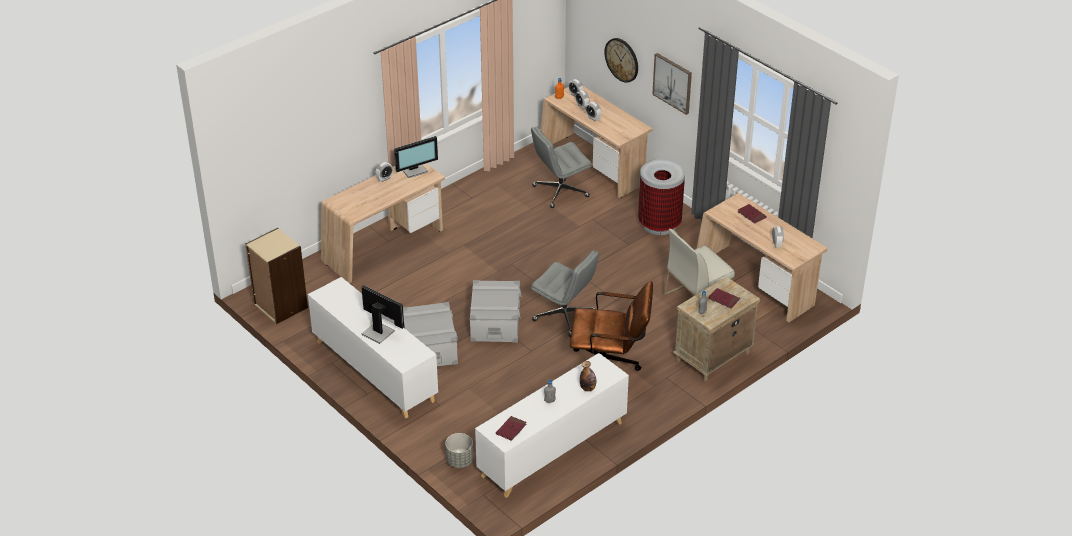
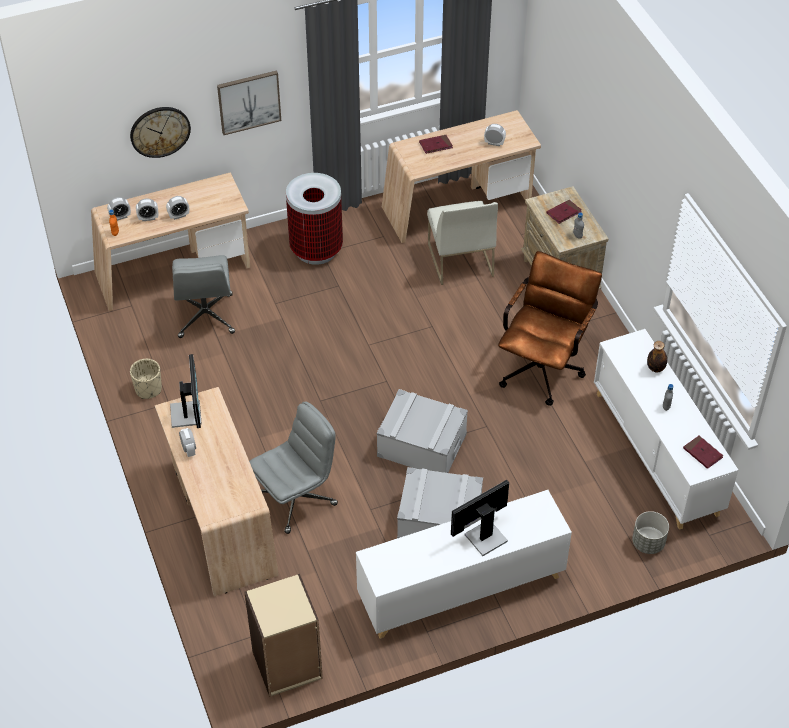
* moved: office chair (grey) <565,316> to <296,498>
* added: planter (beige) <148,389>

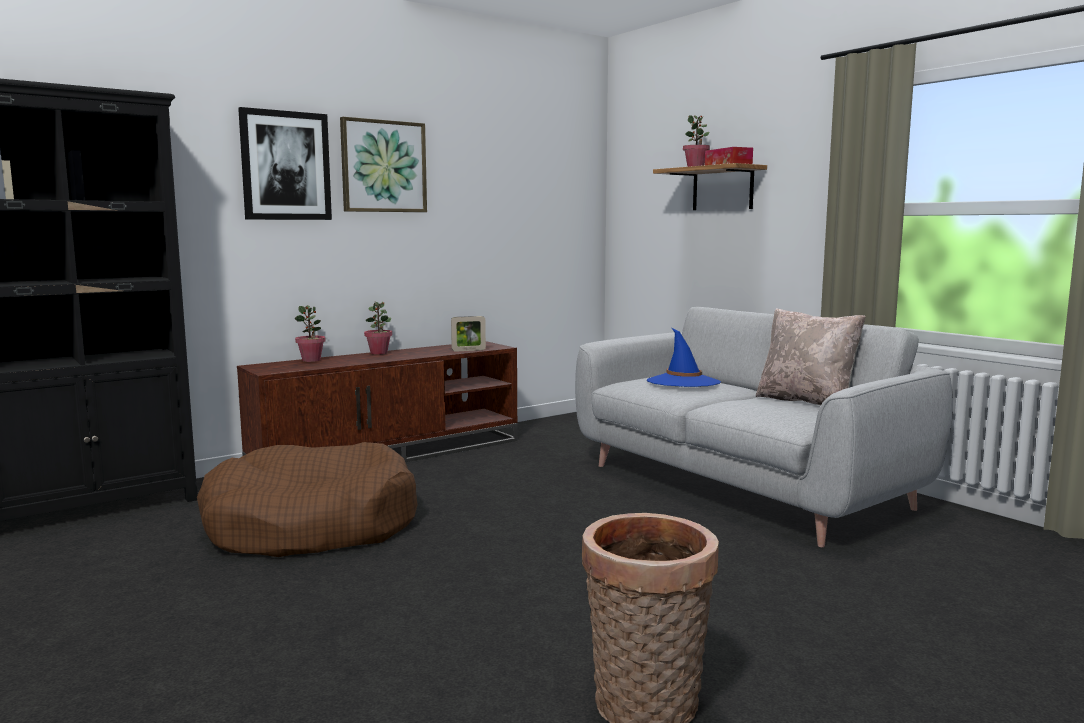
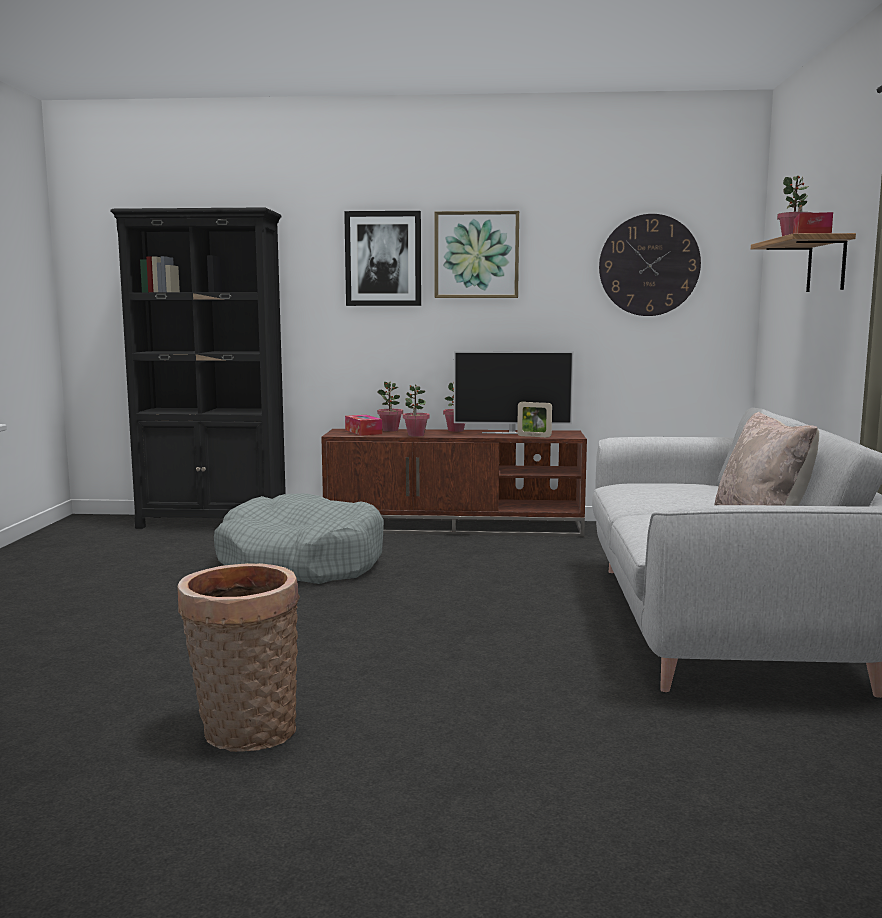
* removed: hat (blue) <683,382>
* recoloured: dog bed (brown) <311,526> to dog bed (grey) <301,562>
* added: wall clock <649,265>
* added: television <512,433>
* added: potted plant <416,435>
* added: tissue box <363,432>

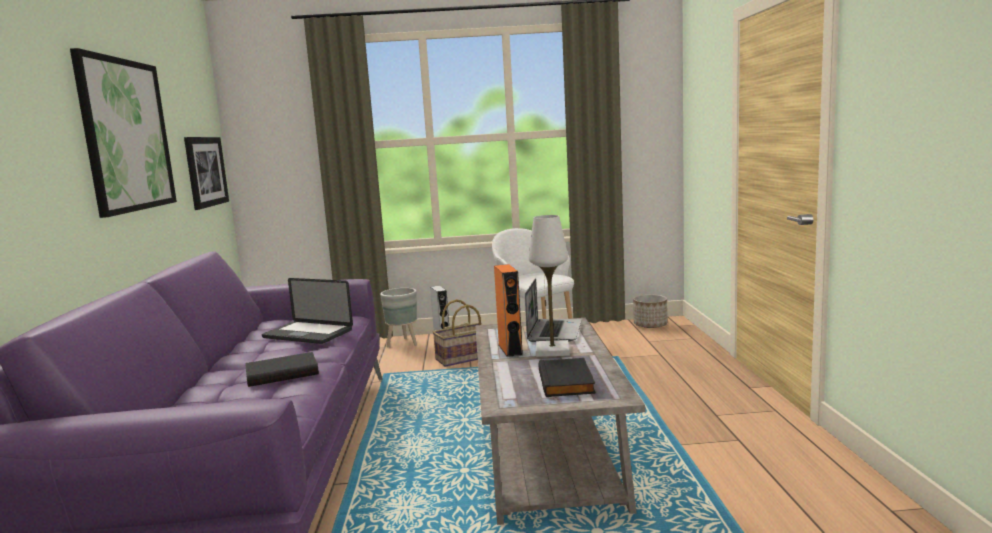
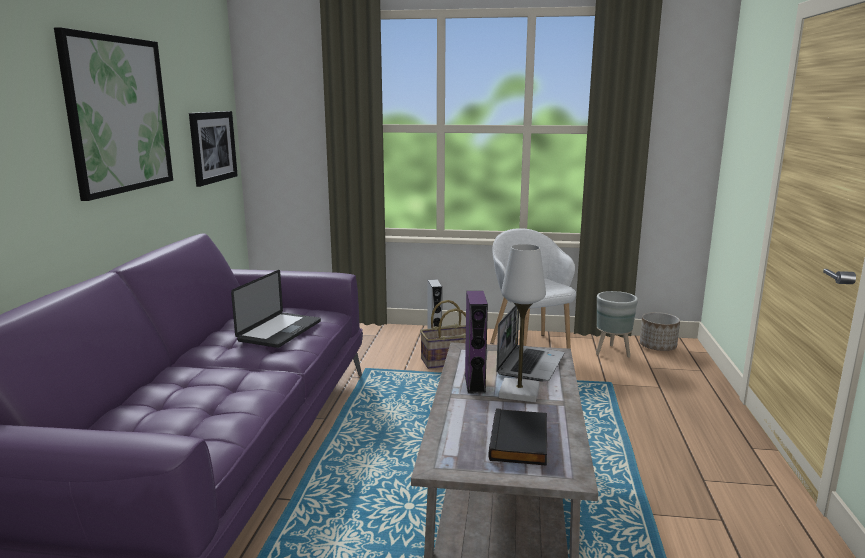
* recoloured: speaker (orange) <510,349> to speaker (purple) <474,383>
* turned: laptop <308,334> = <280,331> 105 degrees counterclockwise
* moved: planter (grey) <403,343> to <612,352>
* removed: book (black) <282,373>

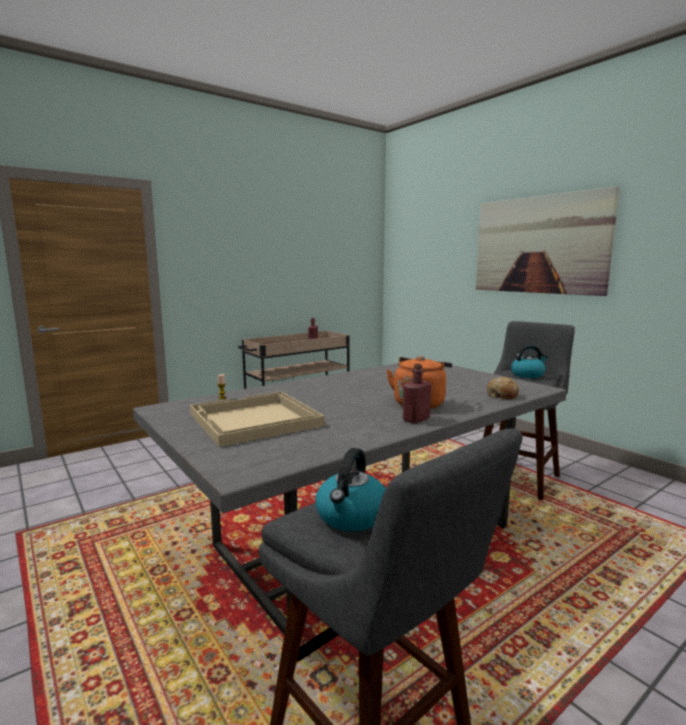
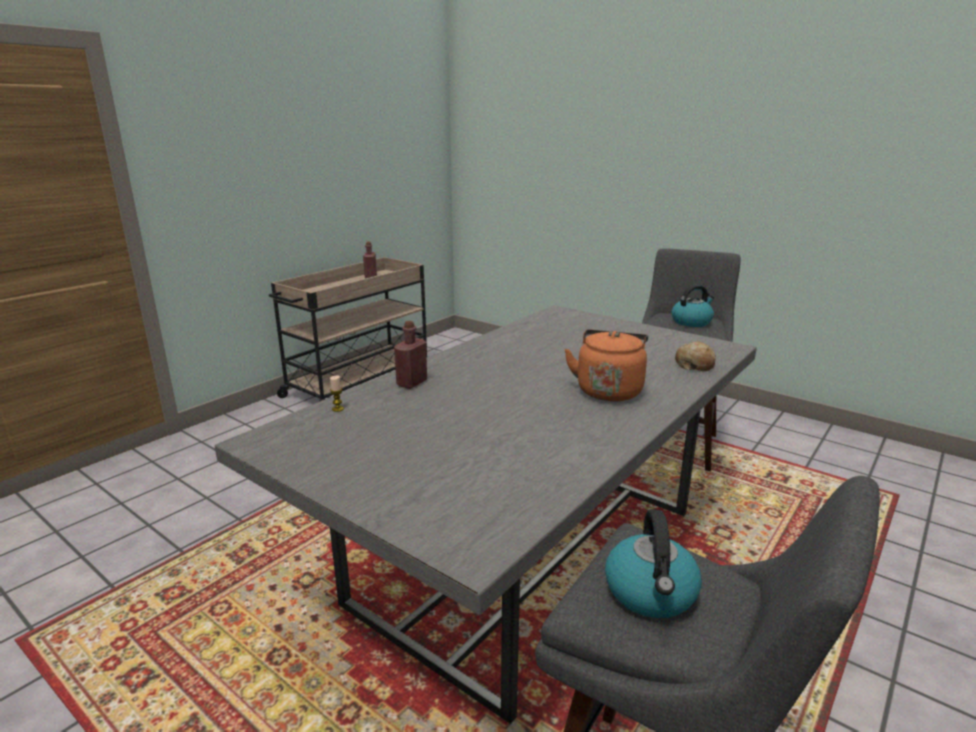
* removed: picture <539,245>
* moved: bottle (red) <416,419> to <412,383>
* removed: tray (beige) <254,420>

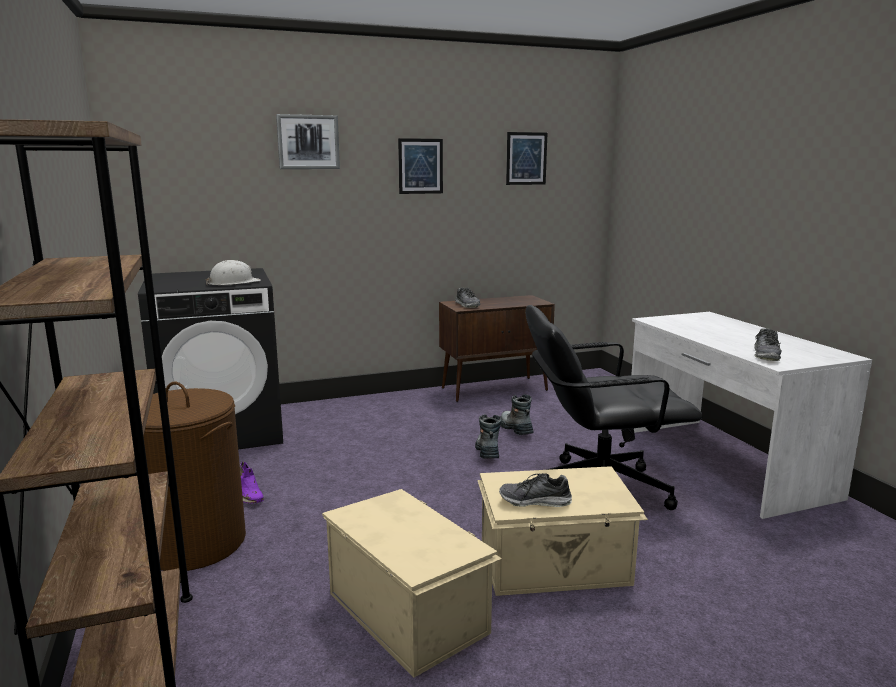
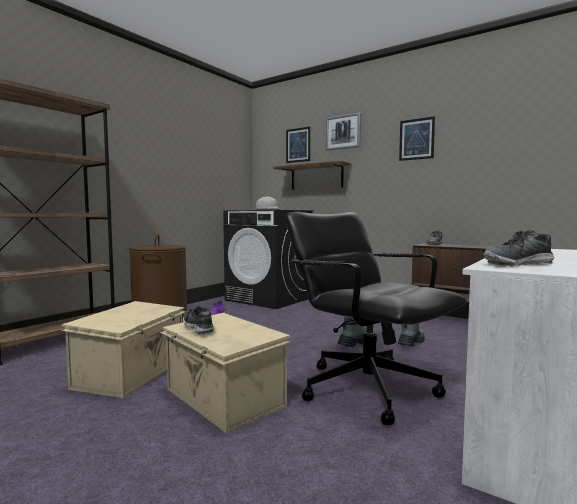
* moved: picture <526,158> to <298,145>
* added: shelf <316,177>

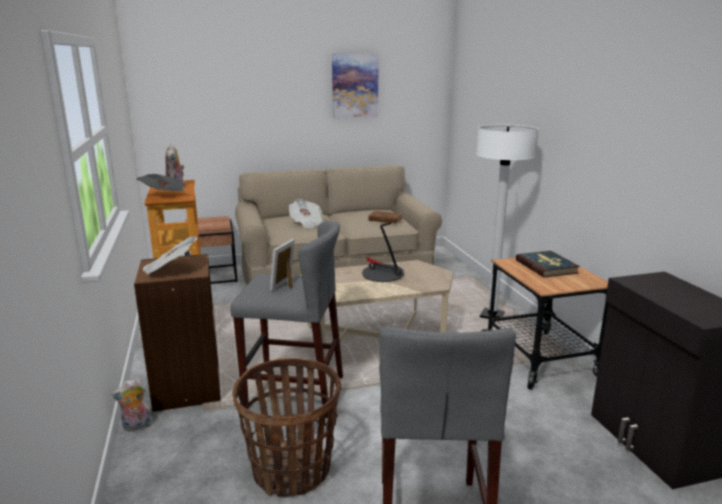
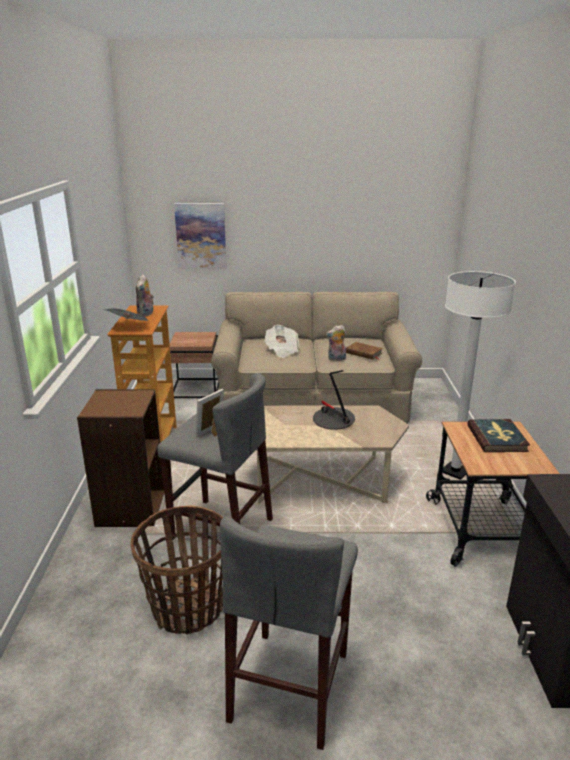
* moved: picture <355,86> to <201,236>
* removed: newspaper <170,269>
* moved: plush toy <136,427> to <336,359>

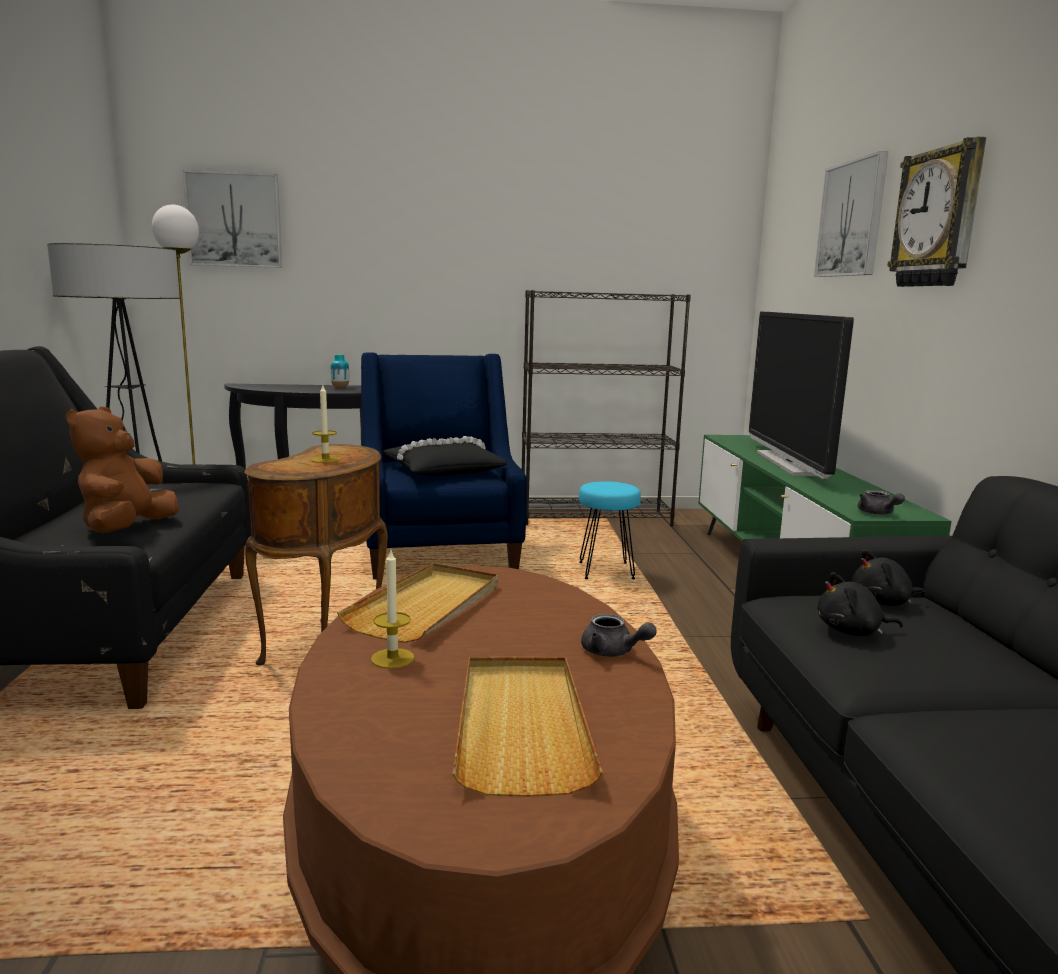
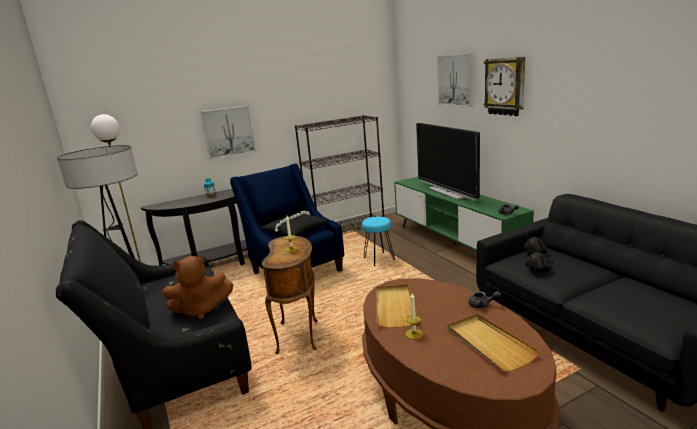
* moved: picture <234,220> to <228,132>
* turned: plush toy (brown) <127,530> = <201,310> 90 degrees counterclockwise

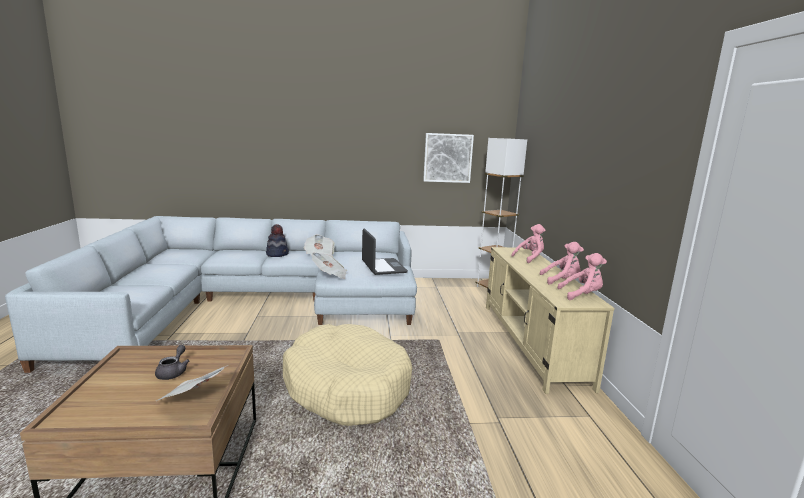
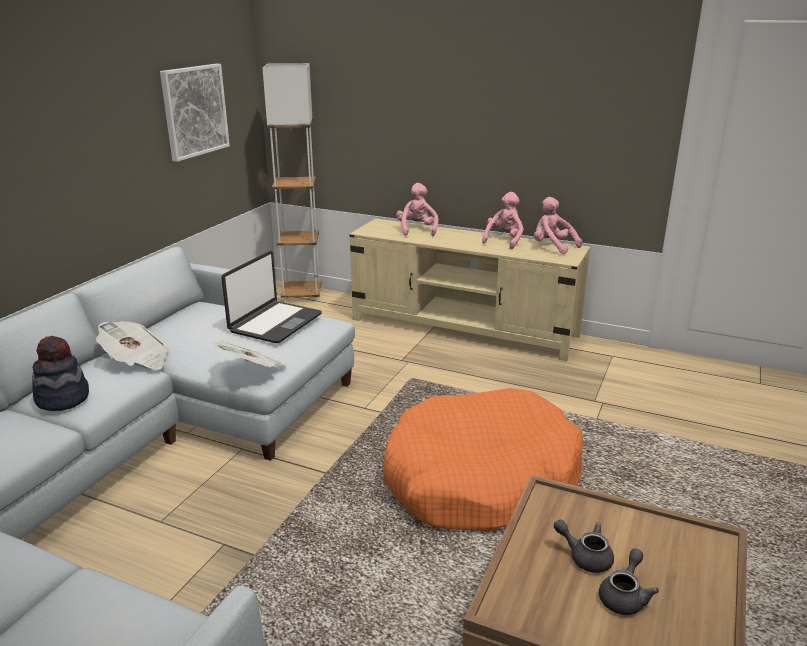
* turned: laptop <383,267> = <275,323> 105 degrees clockwise
* turned: plush toy (pink) <582,295> = <552,247> 75 degrees counterclockwise
* recoloured: dog bed (beige) <346,387> to dog bed (orange) <480,479>
* removed: newspaper <195,399>
* added: teapot (grey) <624,596>

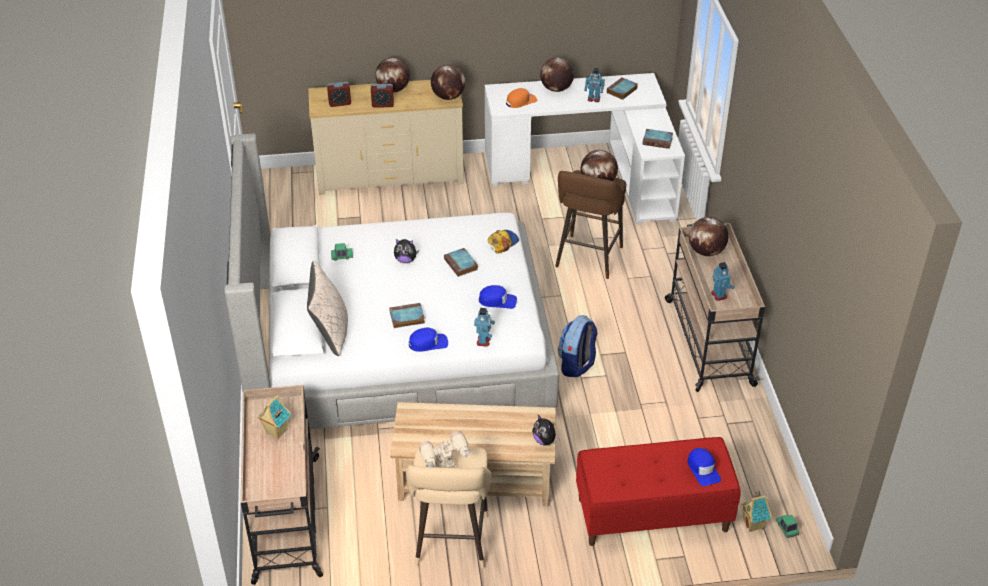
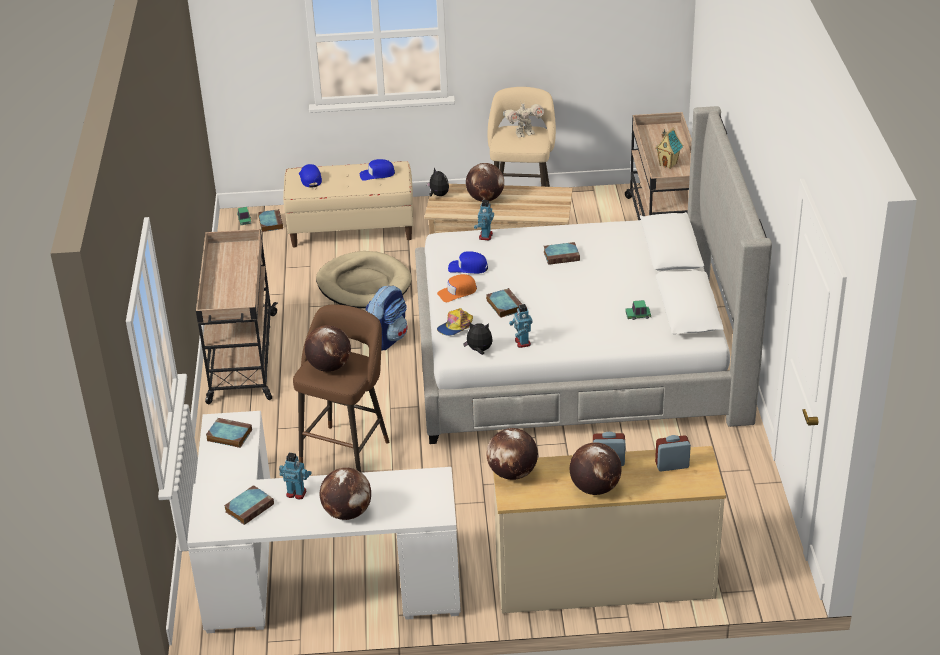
* moved: cap (orange) <521,101> to <457,292>
* moved: globe <706,252> to <485,199>
* moved: plush toy <405,260> to <479,350>
* removed: pillow (beige) <330,333>
* moved: toy robot <719,295> to <522,342>
* moved: cap (blue) <428,343> to <377,174>
* recoloured: bench (red) <652,515> to bench (beige) <352,229>
* replaced: toy house <754,525> to book <270,222>
* added: dog bed (beige) <364,284>

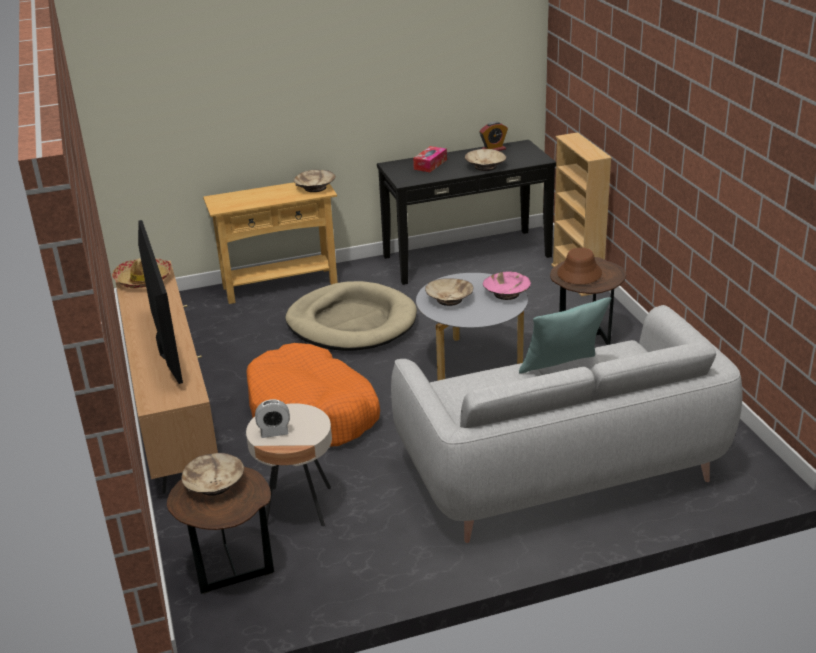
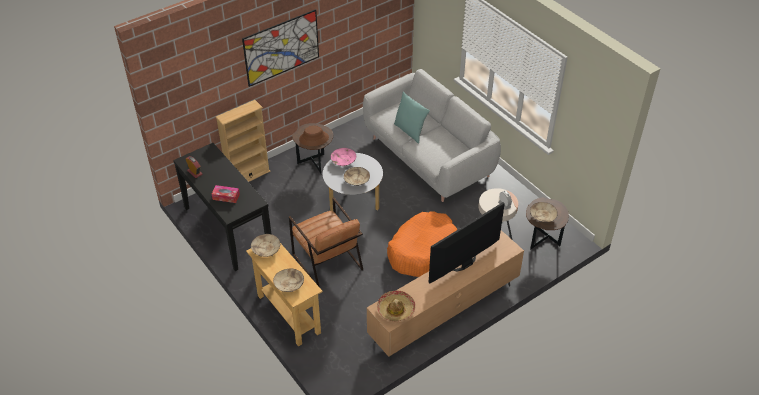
* moved: bowl (beige) <485,166> to <289,284>
* replaced: dog bed (beige) <351,322> to armchair (brown) <327,262>
* added: picture <281,47>

